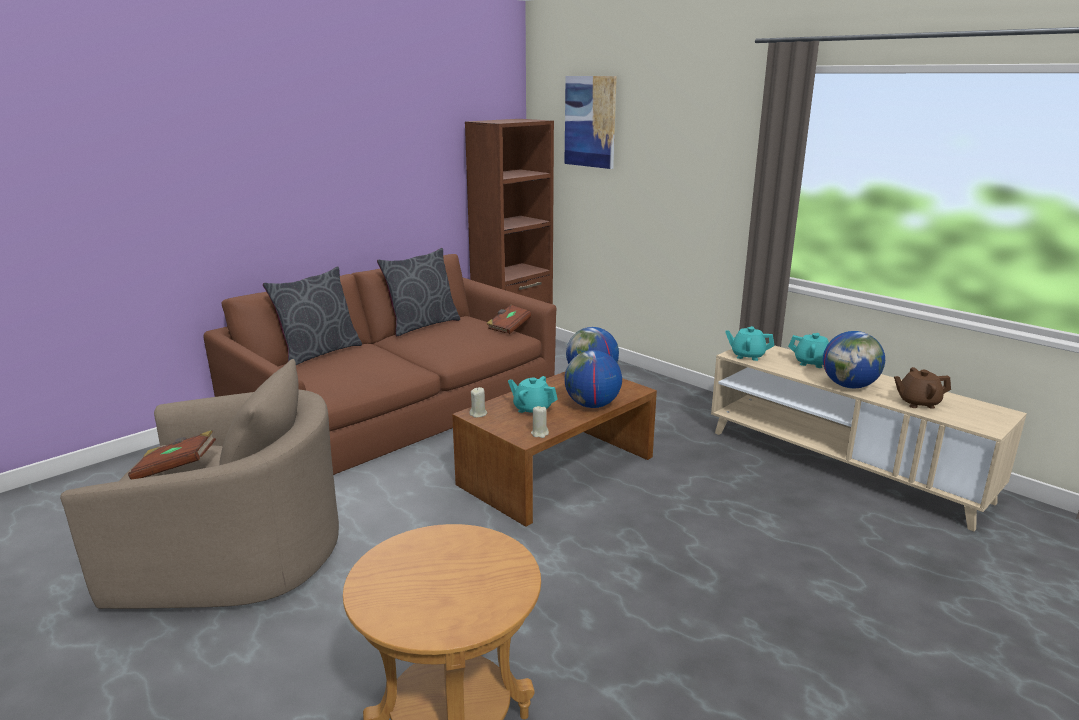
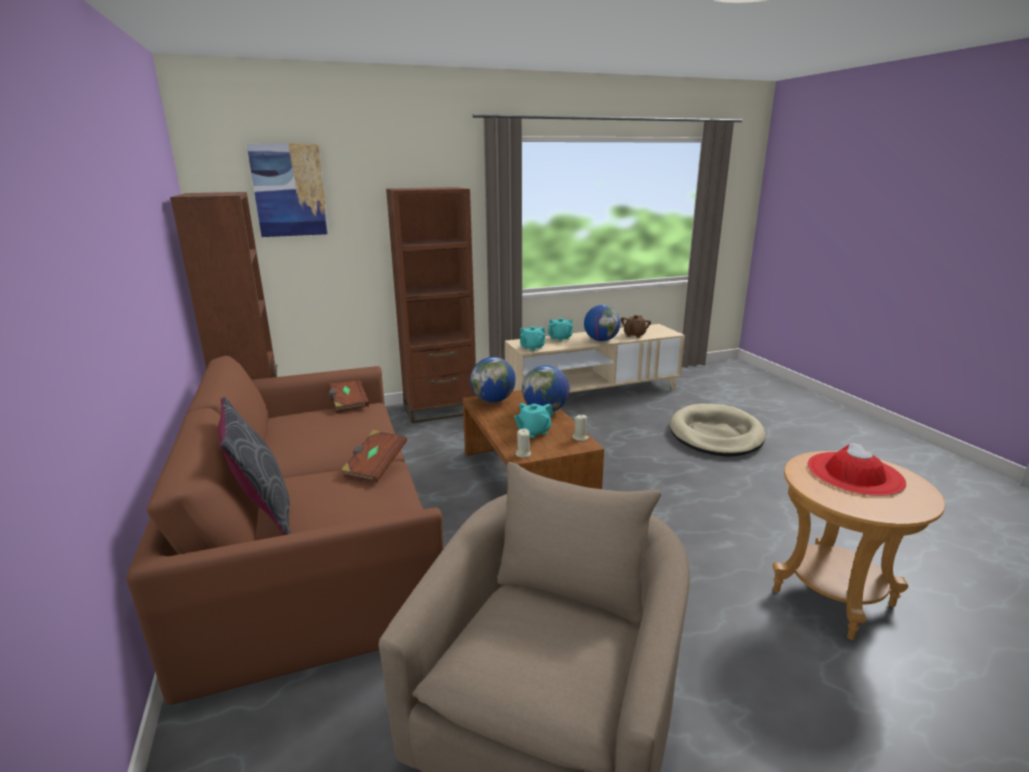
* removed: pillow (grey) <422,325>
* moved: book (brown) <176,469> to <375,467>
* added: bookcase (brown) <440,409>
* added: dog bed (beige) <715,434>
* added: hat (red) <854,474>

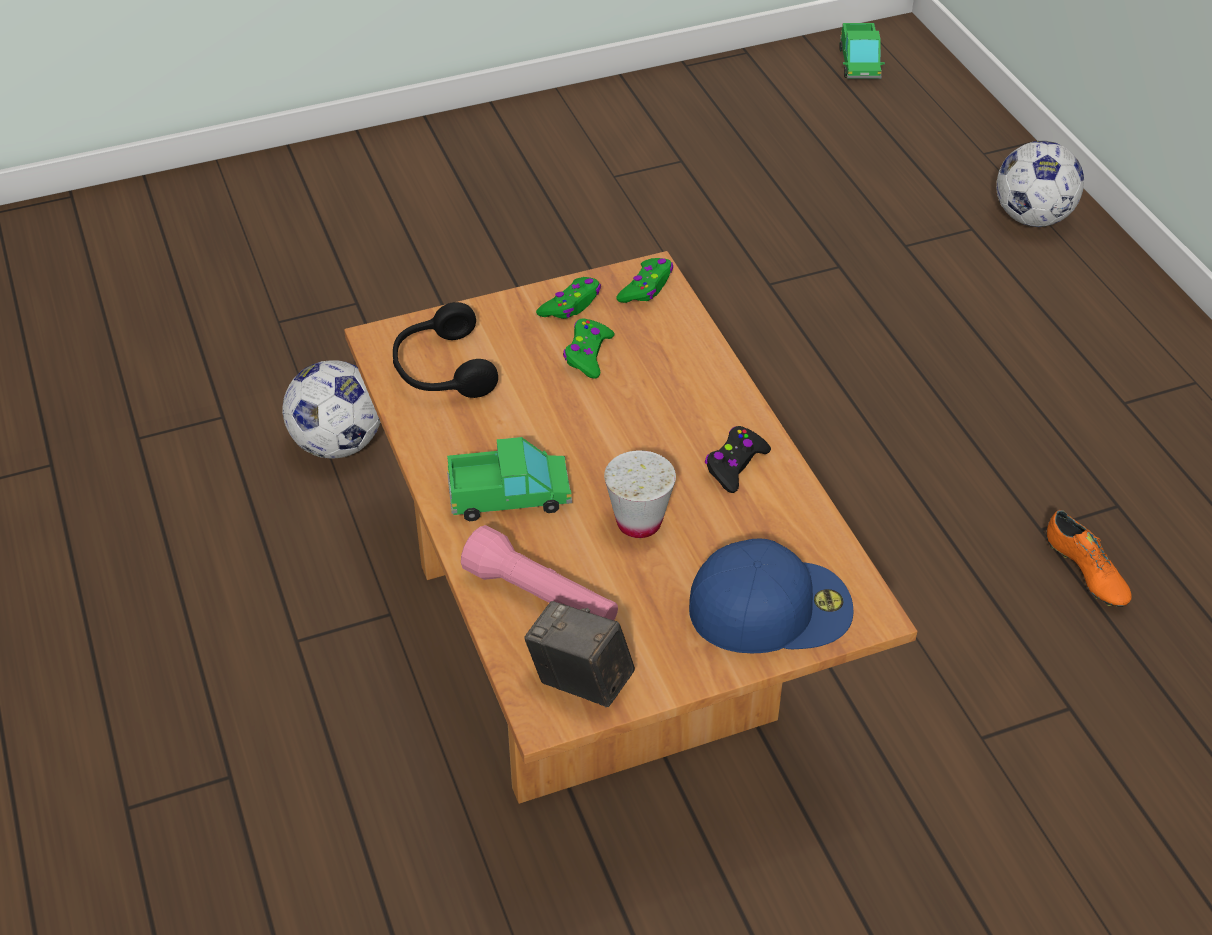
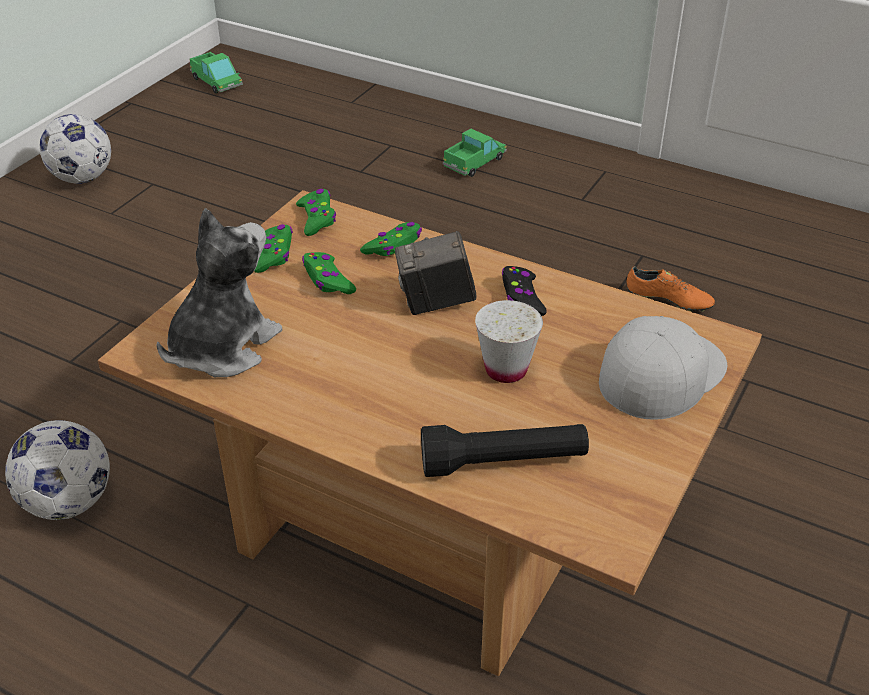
* moved: football <1032,218> to <83,178>
* replaced: headphones (black) <441,370> to plush toy <222,347>
* moved: toy truck <509,496> to <474,162>
* recoloured: flashlight (pink) <541,598> to flashlight (black) <503,463>
* recoloured: cap (blue) <772,606> to cap (white) <661,371>
* moved: photo camera <580,682> to <436,302>
* added: game controller (green) <393,246>

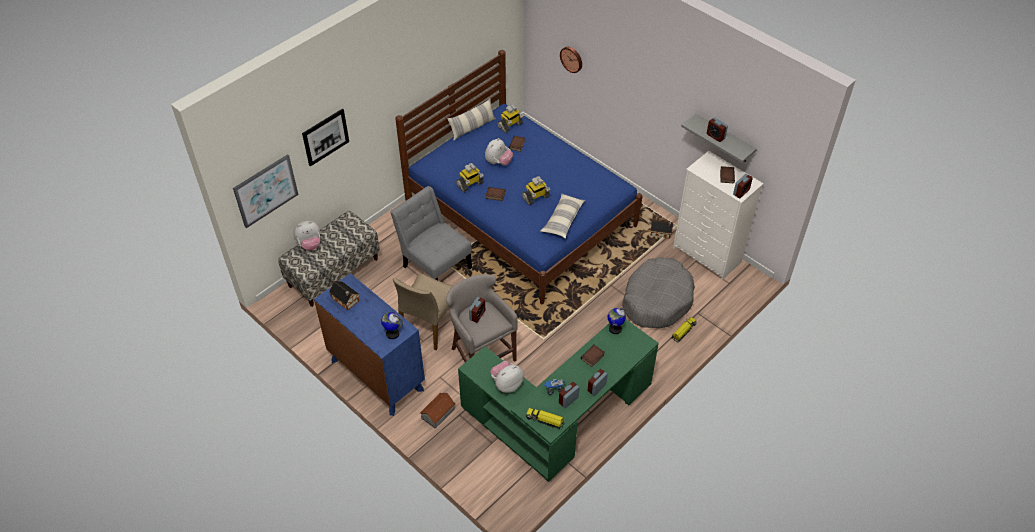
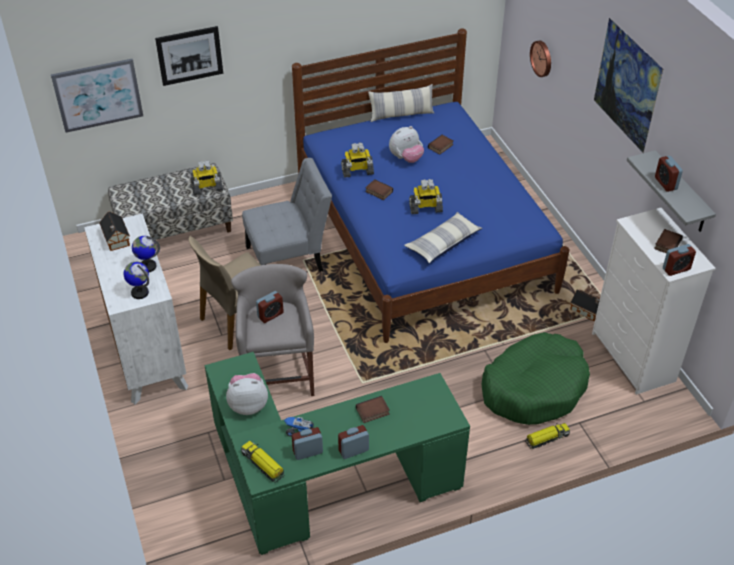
* moved: toy robot <510,125> to <207,188>
* turned: chair (grey) <435,264> = <289,258> 90 degrees clockwise
* removed: plush toy <310,244>
* recoloured: dog bed (grey) <657,299> to dog bed (green) <534,388>
* recoloured: dresser (blue) <376,375> to dresser (white) <147,353>
* moved: globe <615,329> to <147,266>
* removed: toy house <437,413>
* added: picture <622,106>

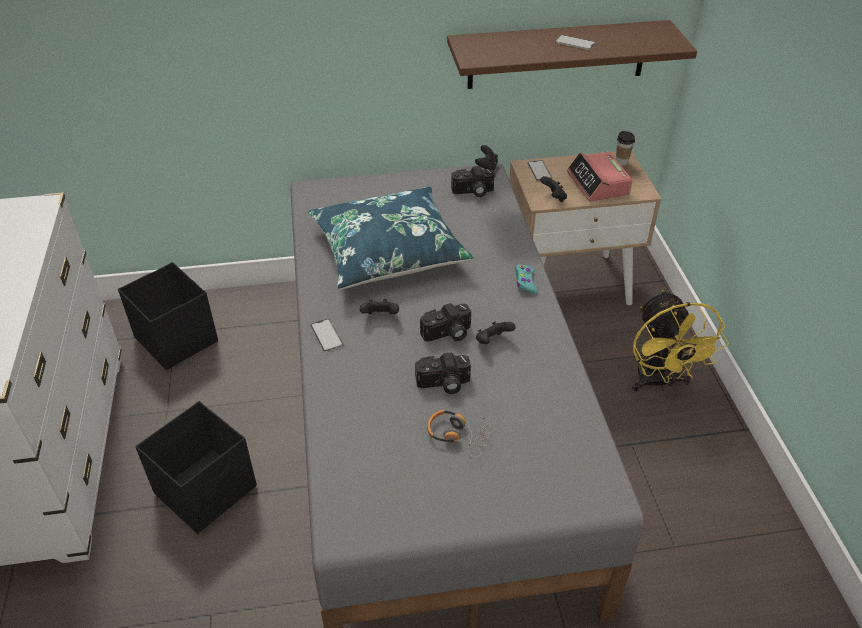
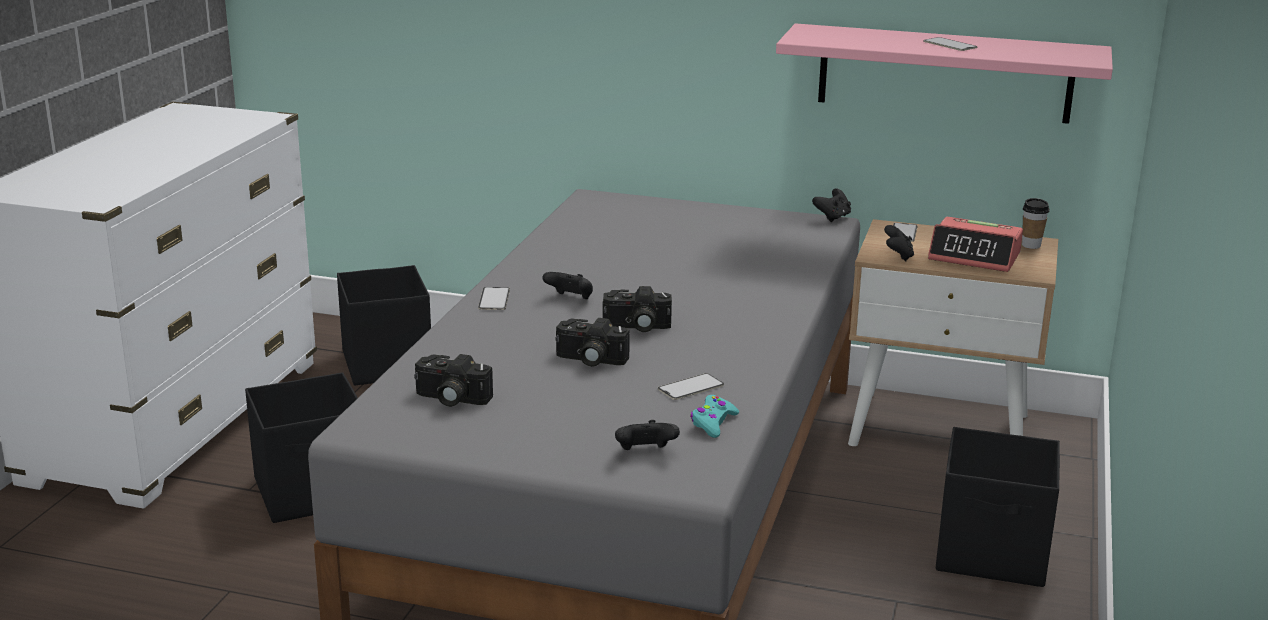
* recoloured: shelf (brown) <557,55> to shelf (pink) <944,73>
* turned: alarm clock <598,184> = <975,256> 75 degrees counterclockwise
* moved: photo camera <473,192> to <450,399>
* removed: pillow (blue) <388,250>
* moved: game controller (turquoise) <525,282> to <713,423>
* replaced: fan (yellow) <659,382> to storage box (black) <993,554>
* moved: game controller (black) <492,341> to <645,453>
* removed: headphones <458,435>
* added: phone <690,387>

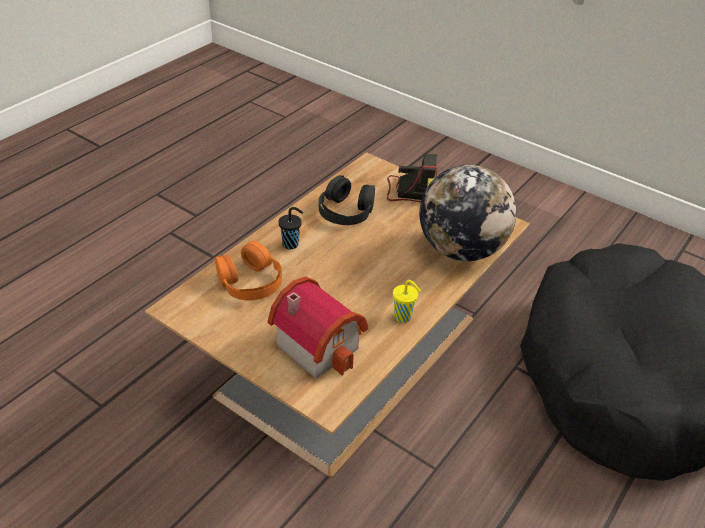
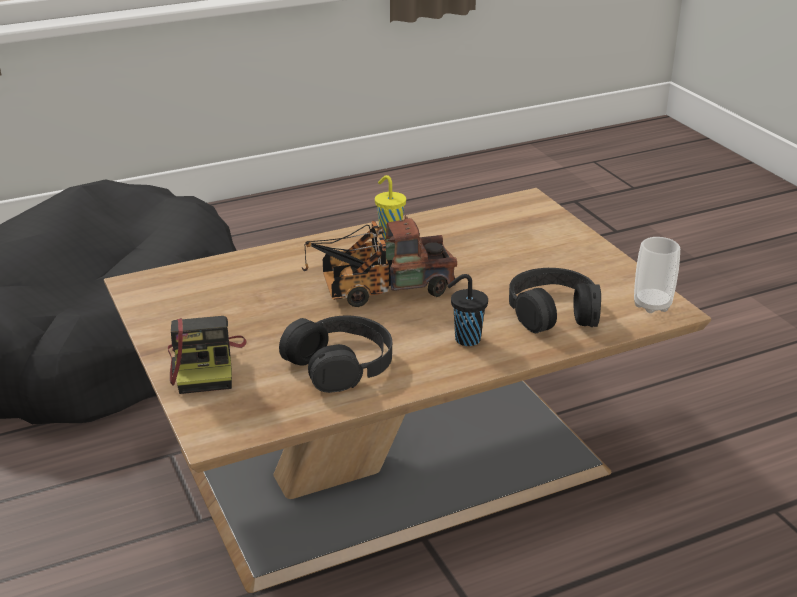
* turned: photo camera <409,191> = <206,365> 135 degrees counterclockwise
* removed: globe <461,249>
* recoloured: headphones (orange) <250,281> to headphones (black) <553,312>
* removed: toy house <320,343>
* added: toy truck <379,289>
* added: cup <652,305>

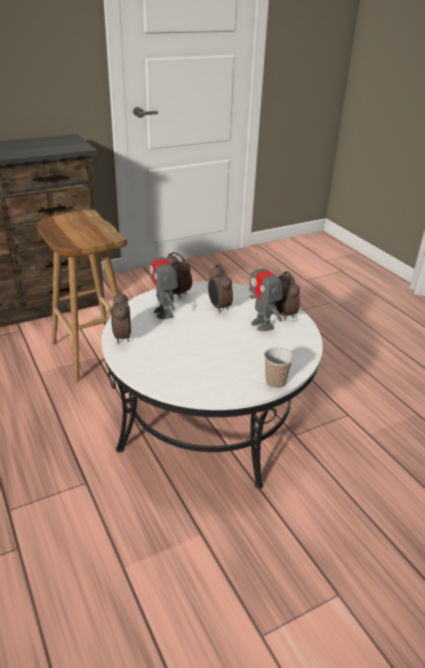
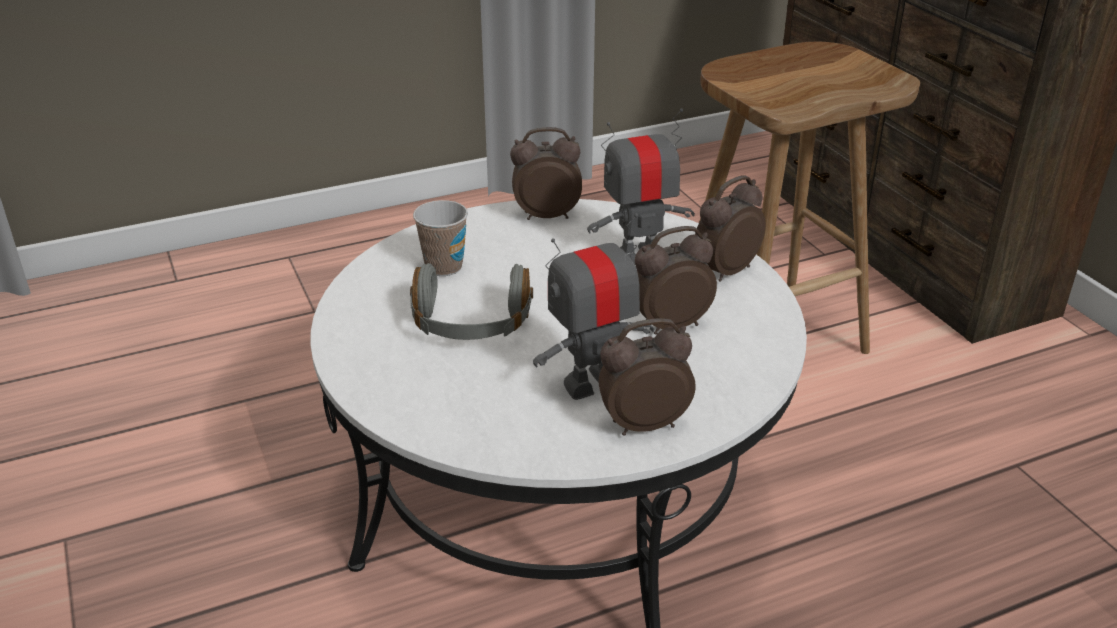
* moved: cup <275,382> to <444,267>
* added: headphones (grey) <471,325>

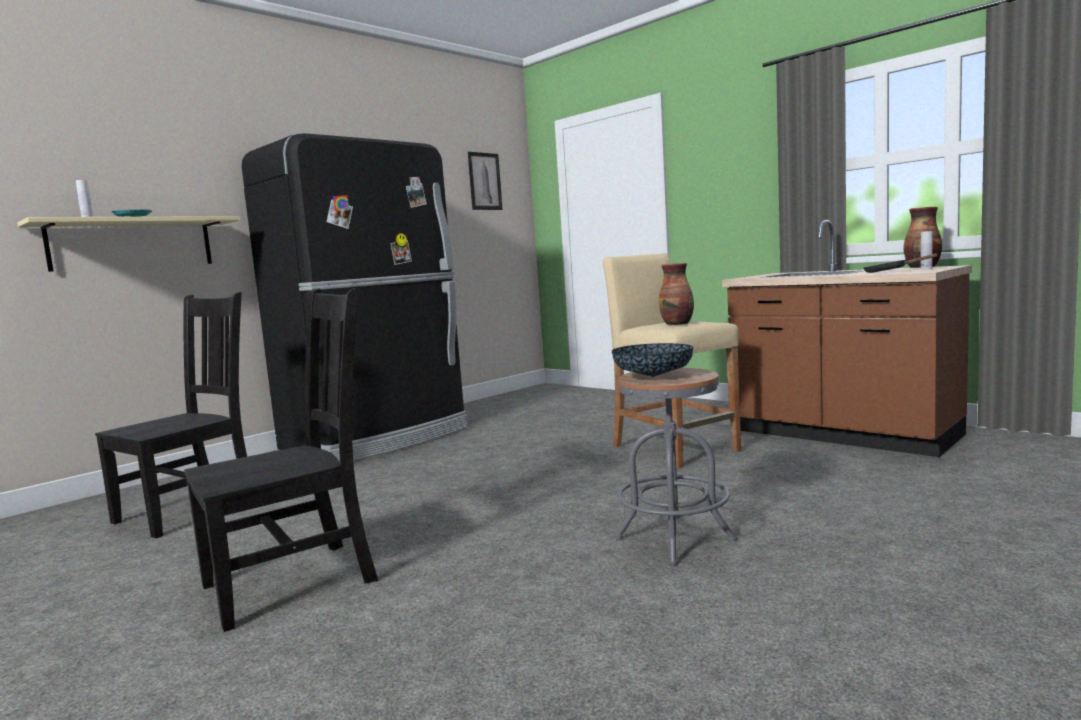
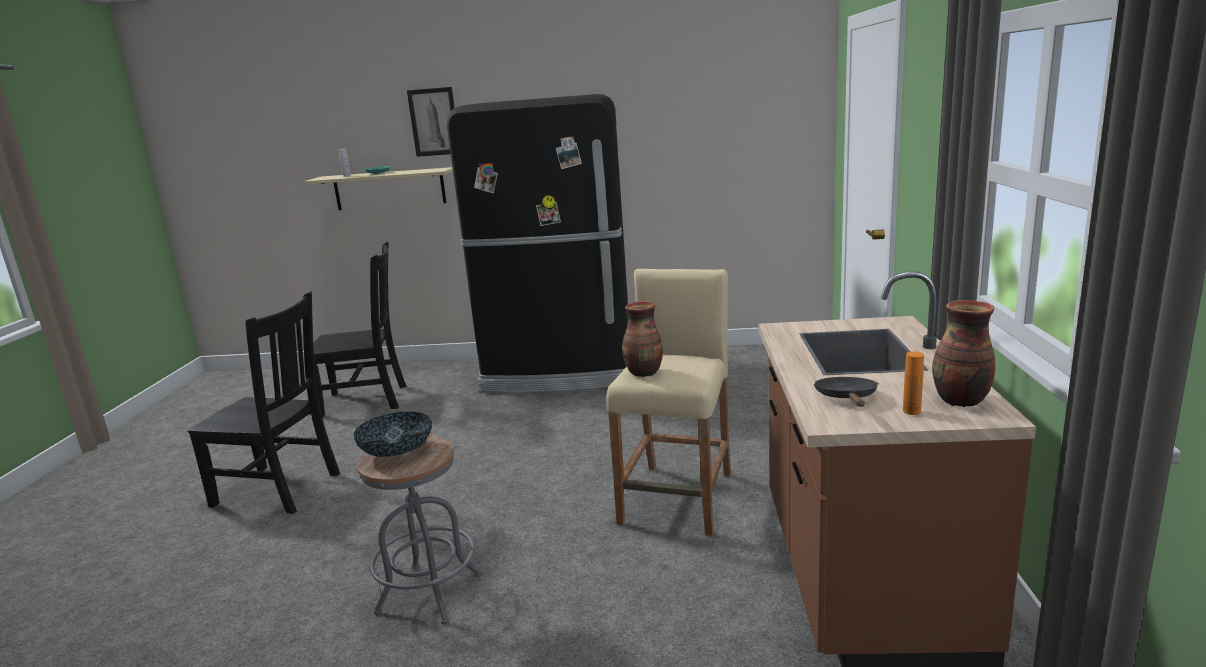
* moved: picture <484,181> to <434,122>
* recoloured: bottle (white) <926,269> to bottle (orange) <911,411>

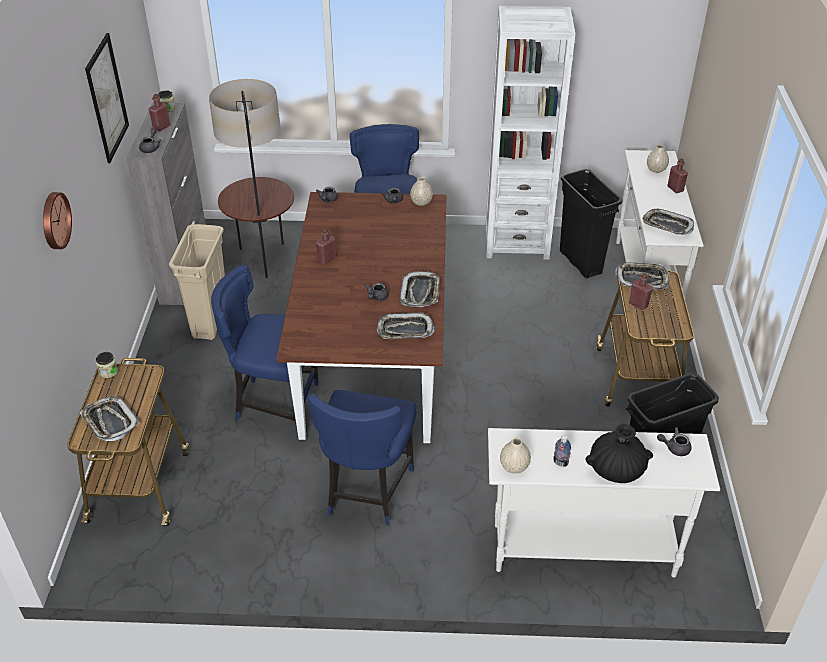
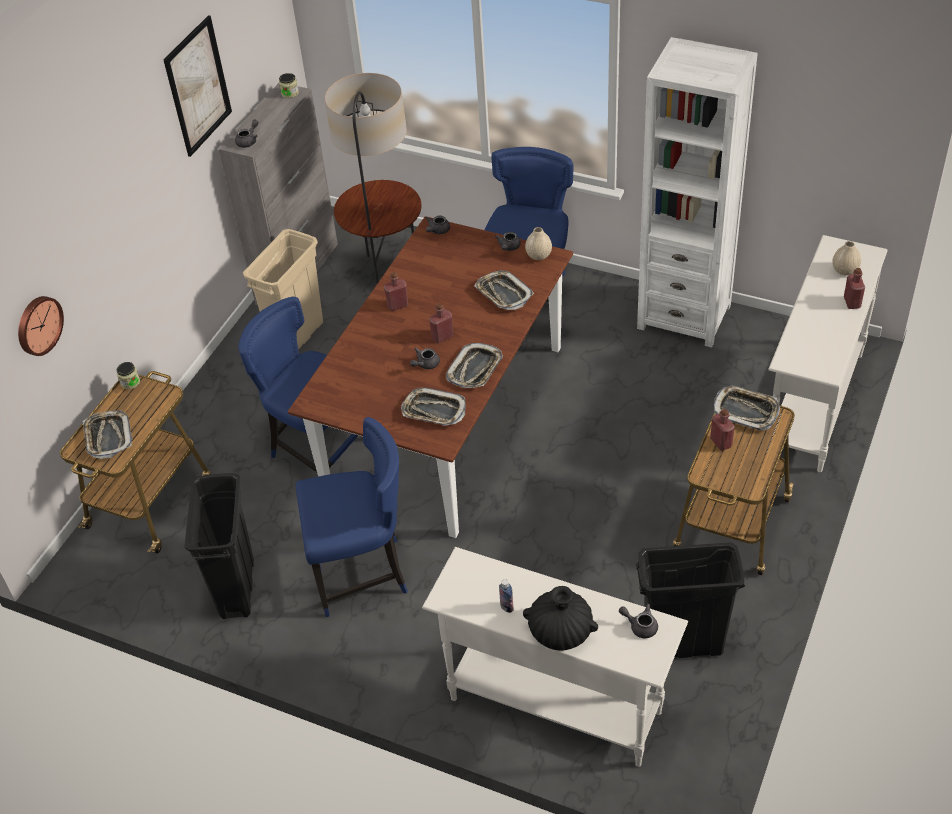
* moved: bottle (red) <161,127> to <442,337>
* moved: trash can (black) <580,262> to <237,588>
* moved: wall clock <54,220> to <38,325>
* moved: tray <667,225> to <503,294>
* turned: chair (blue) <366,492> = <363,574> 135 degrees counterclockwise
* removed: vase (beige) <514,466>

